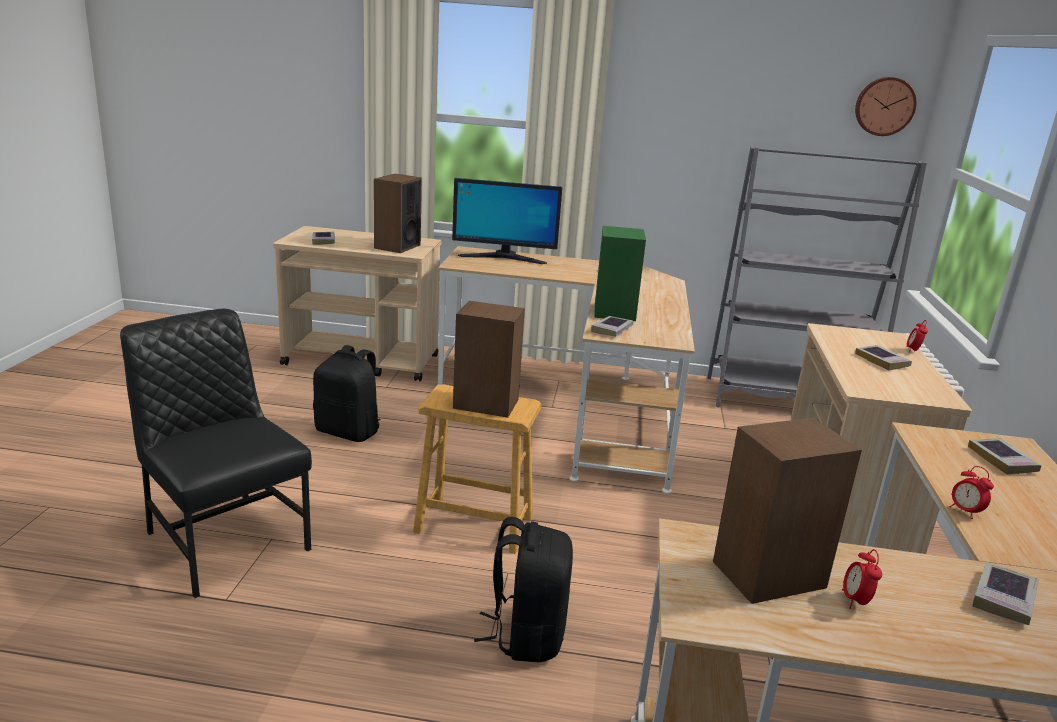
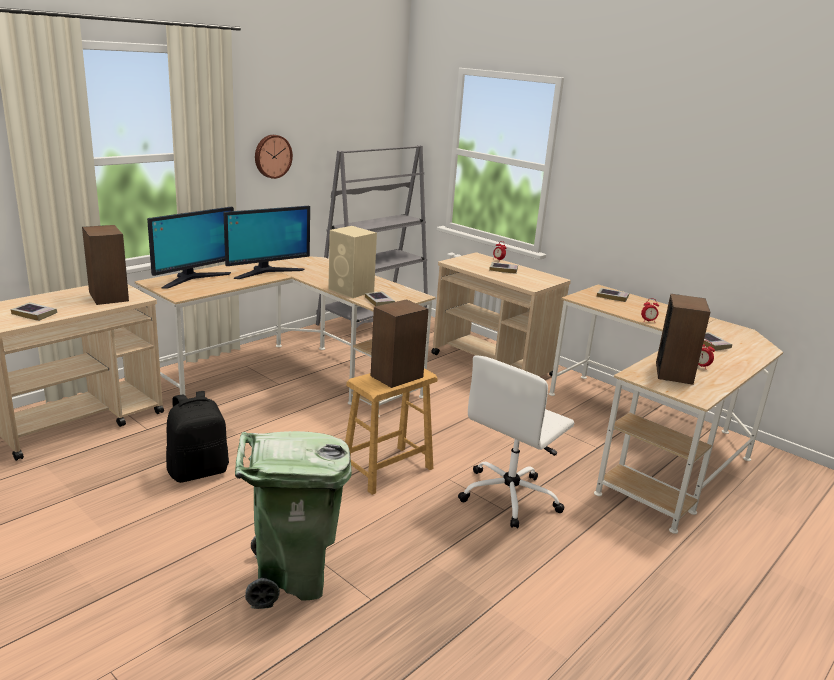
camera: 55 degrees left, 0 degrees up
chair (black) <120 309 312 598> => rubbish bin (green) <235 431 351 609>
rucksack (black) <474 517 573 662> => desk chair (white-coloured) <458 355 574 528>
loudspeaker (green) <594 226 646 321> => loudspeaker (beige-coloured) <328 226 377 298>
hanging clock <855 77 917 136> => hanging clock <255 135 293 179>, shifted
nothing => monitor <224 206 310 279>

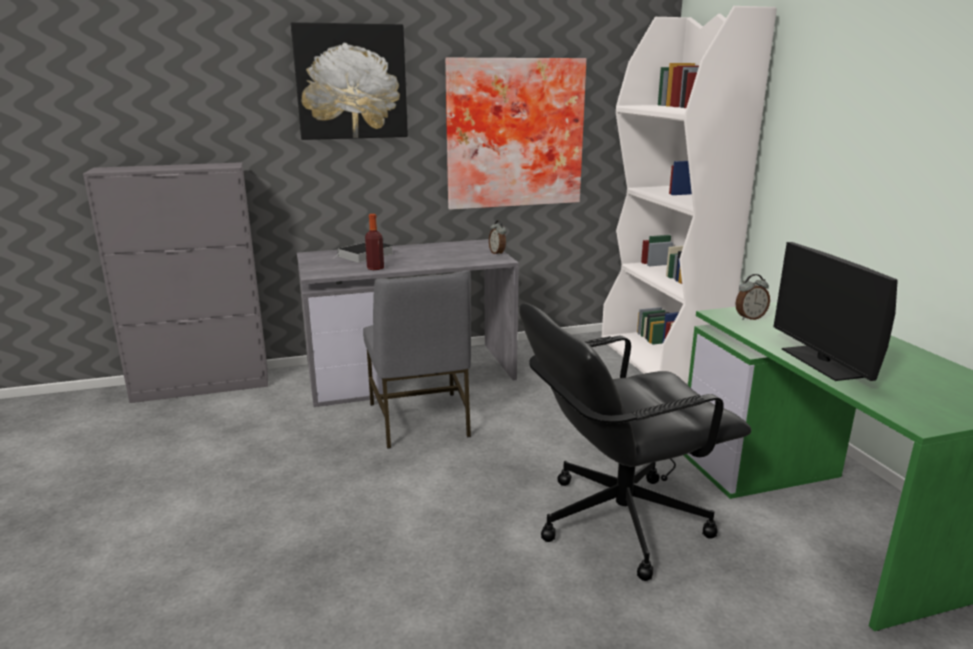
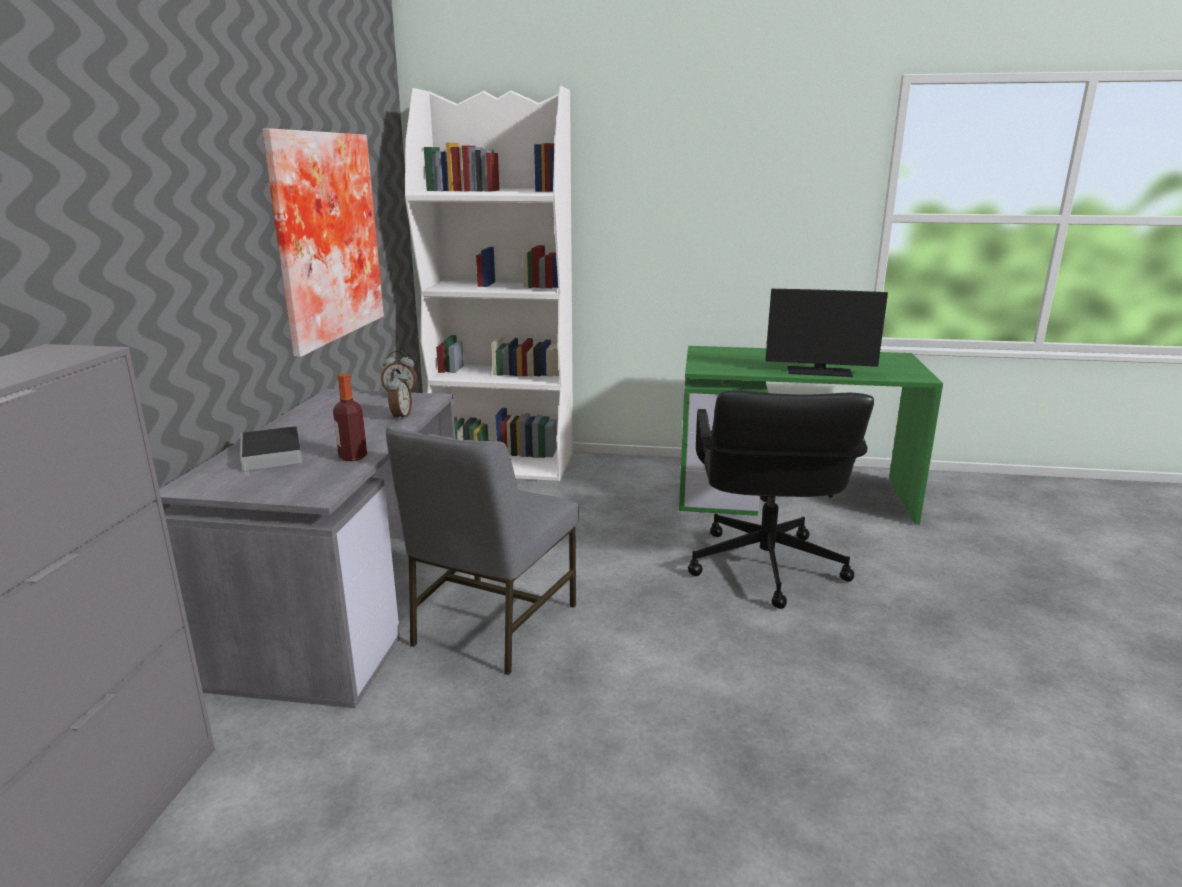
camera: 65 degrees left, 0 degrees up
picture <291 22 408 140> => nothing
chair (greyish) <363 270 471 449> => chair (greyish) <386 426 579 675>, 105 degrees clockwise
table clock <736 274 770 320> => table clock <386 369 412 421>, shifted

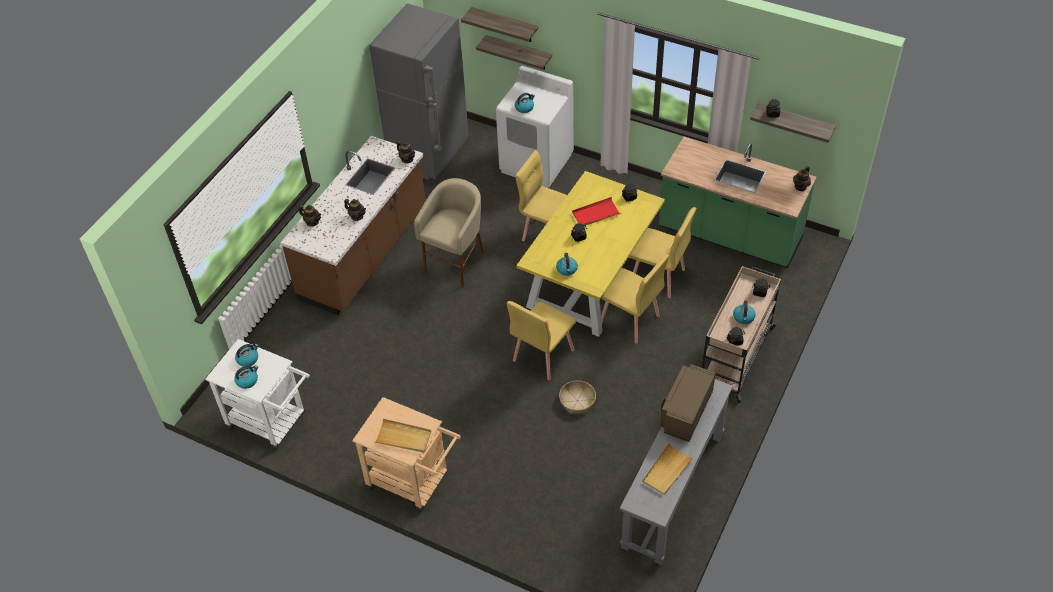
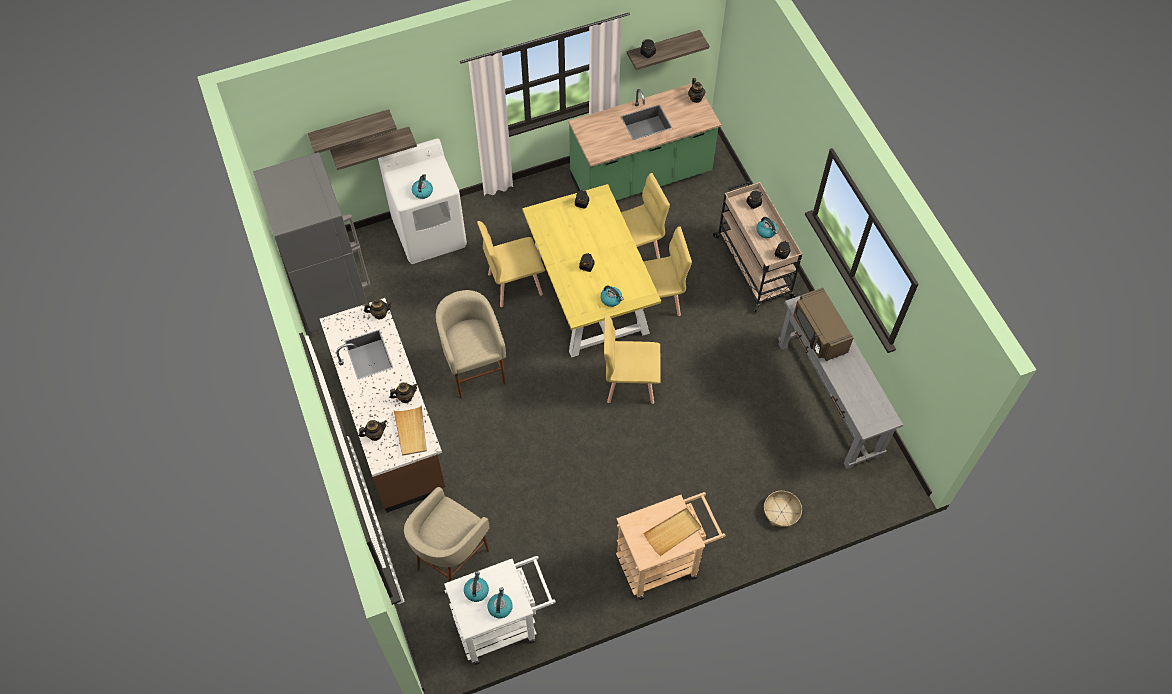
camera: 50 degrees left, 10 degrees up
chair (yellowish) <507 301 577 380> => chair (yellowish) <604 314 661 404>, 105 degrees clockwise
household basket <559 380 596 414> => household basket <764 491 802 527>, shifted
serving tray (red-coloured) <572 197 621 226> => nothing
serving tray (beige-coloured) <642 443 694 495> => serving tray (beige-coloured) <394 405 427 456>, shifted
nothing => stool (beige-coloured) <404 487 490 582>

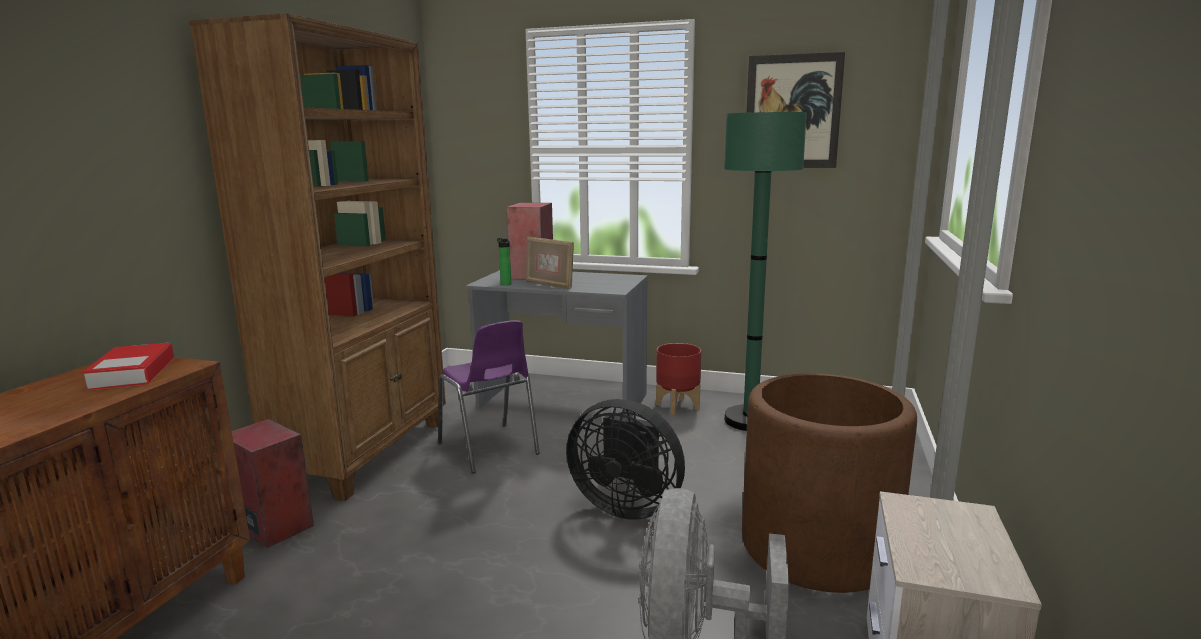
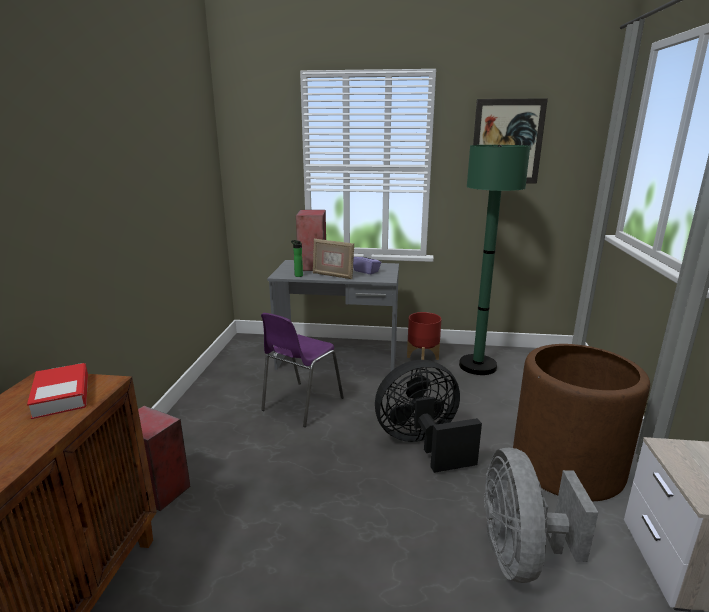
camera: 10 degrees left, 5 degrees up
shelving unit (brown-coloured) <189 13 446 501> => nothing
chair (purplish) <438 320 540 473> => chair (purplish) <261 313 344 427>, 75 degrees clockwise
fan (black) <566 399 685 520> => fan (black) <375 360 482 473>, 150 degrees clockwise
nothing => tissue box (purplish) <353 250 382 274>

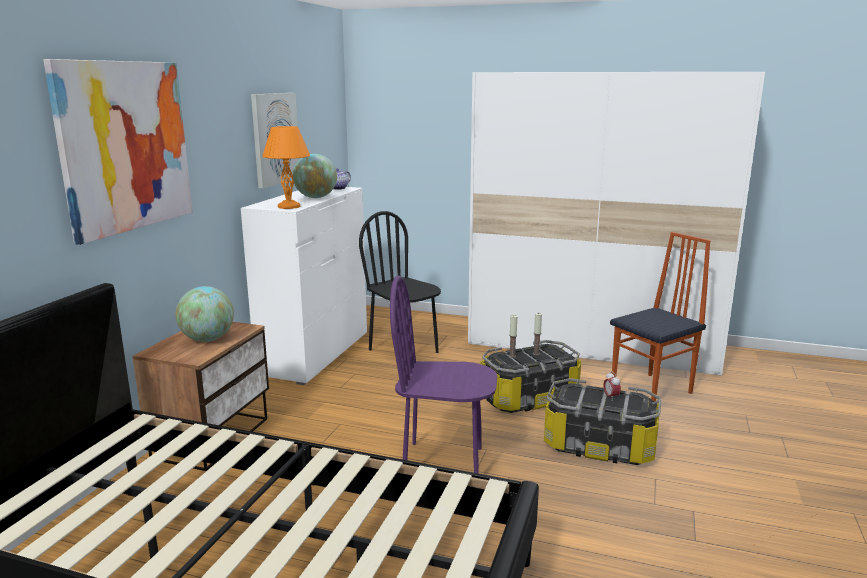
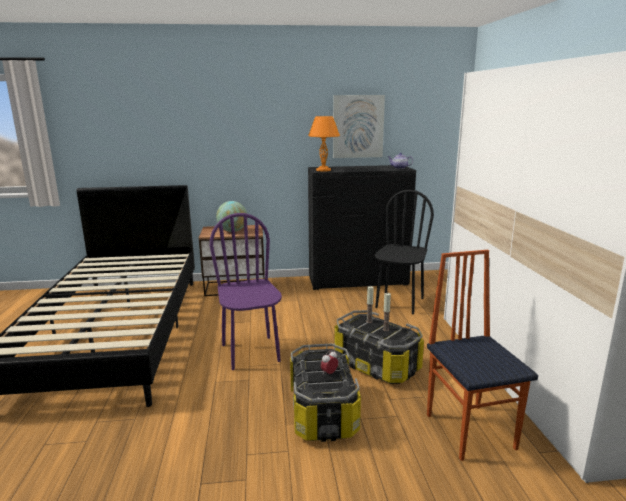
camera: 65 degrees right, 0 degrees up
picture <43 59 193 245> => nothing
drawer chest (white-coloured) <241 187 367 385> => drawer chest (black) <308 165 416 290>
desk globe <293 154 337 198> => nothing
chair <610 232 710 402> => chair <427 250 538 461>, 135 degrees counterclockwise

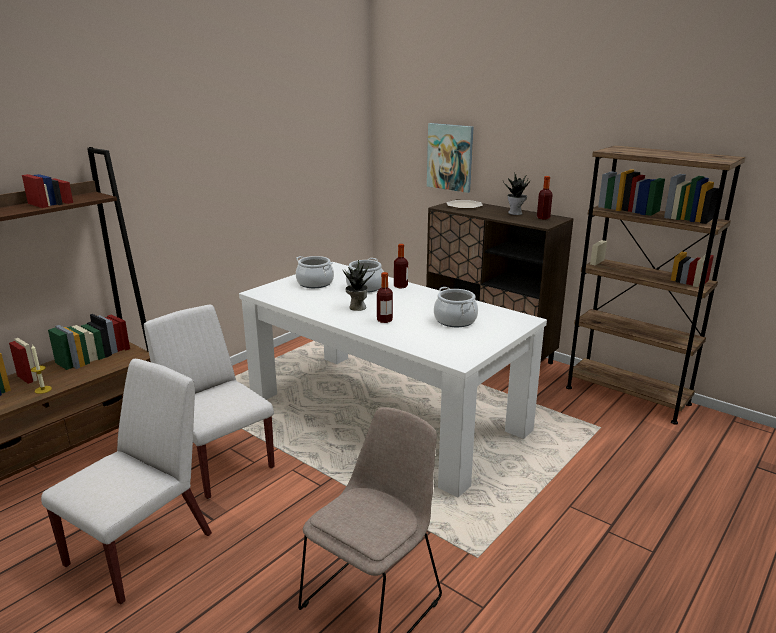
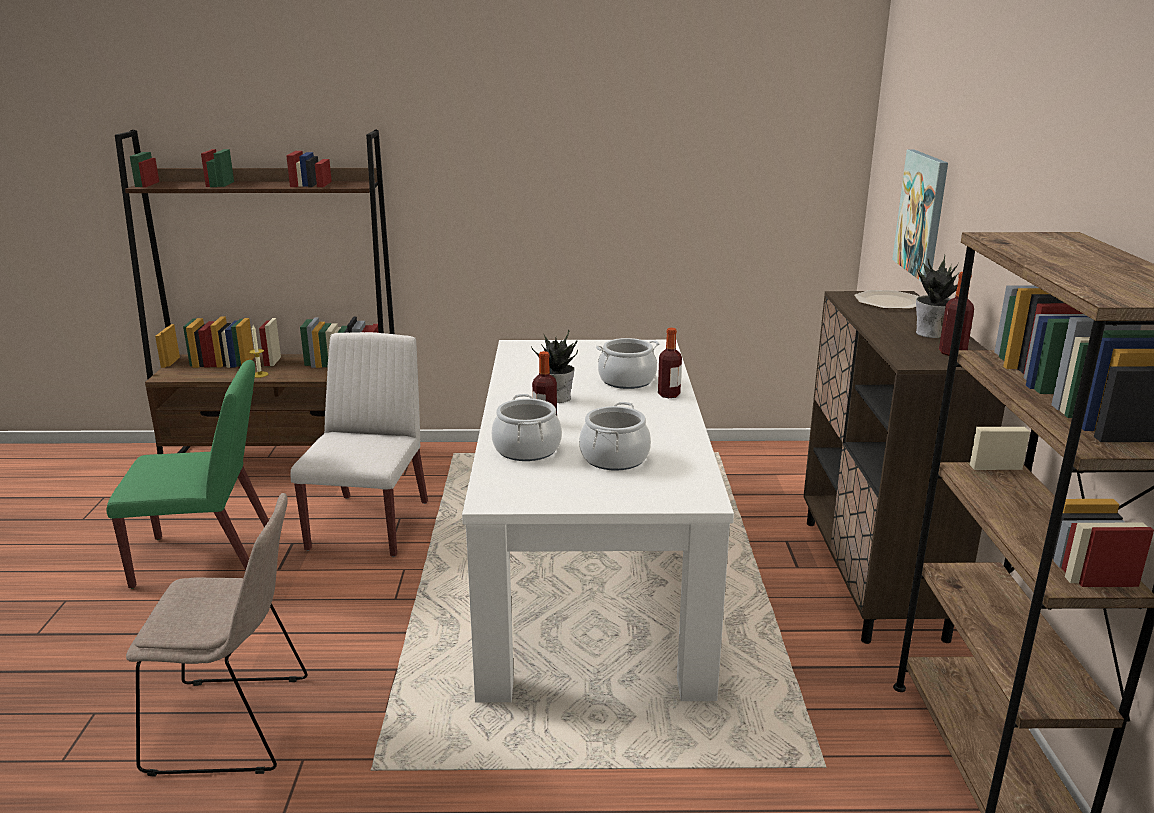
camera: 50 degrees right, 0 degrees up
chair (white-coloured) <41 359 212 605> => chair (green) <106 360 269 589>
saucepot <296 256 334 288> => saucepot <491 394 562 461>, shifted

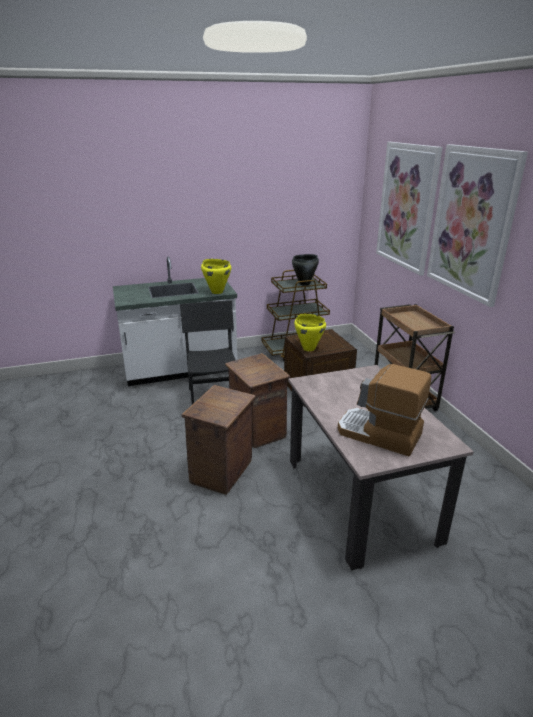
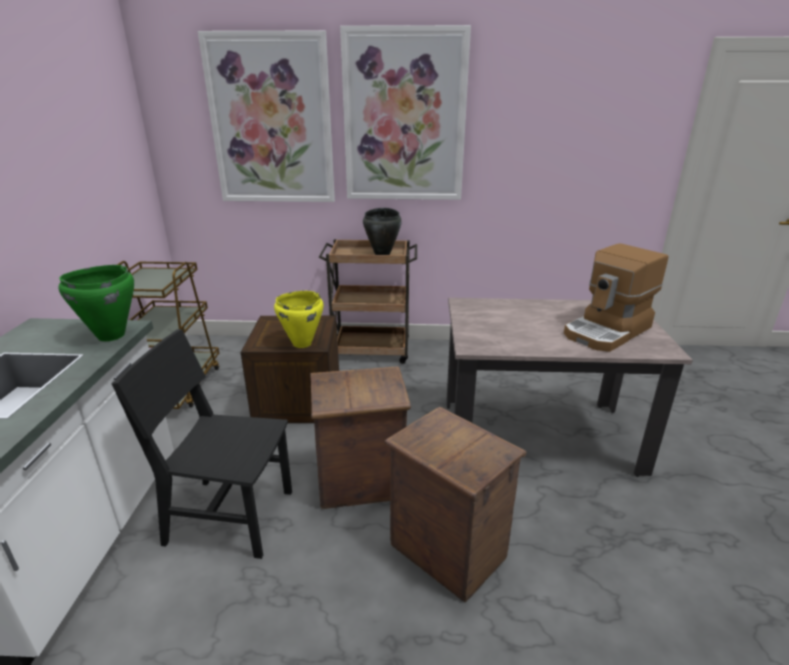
camera: 70 degrees left, 0 degrees up
saucepot (yellowish) <201 259 231 294> => saucepot (green) <58 265 134 341>
saucepot (black) <292 254 319 285> => saucepot (black) <363 208 402 255>, shifted

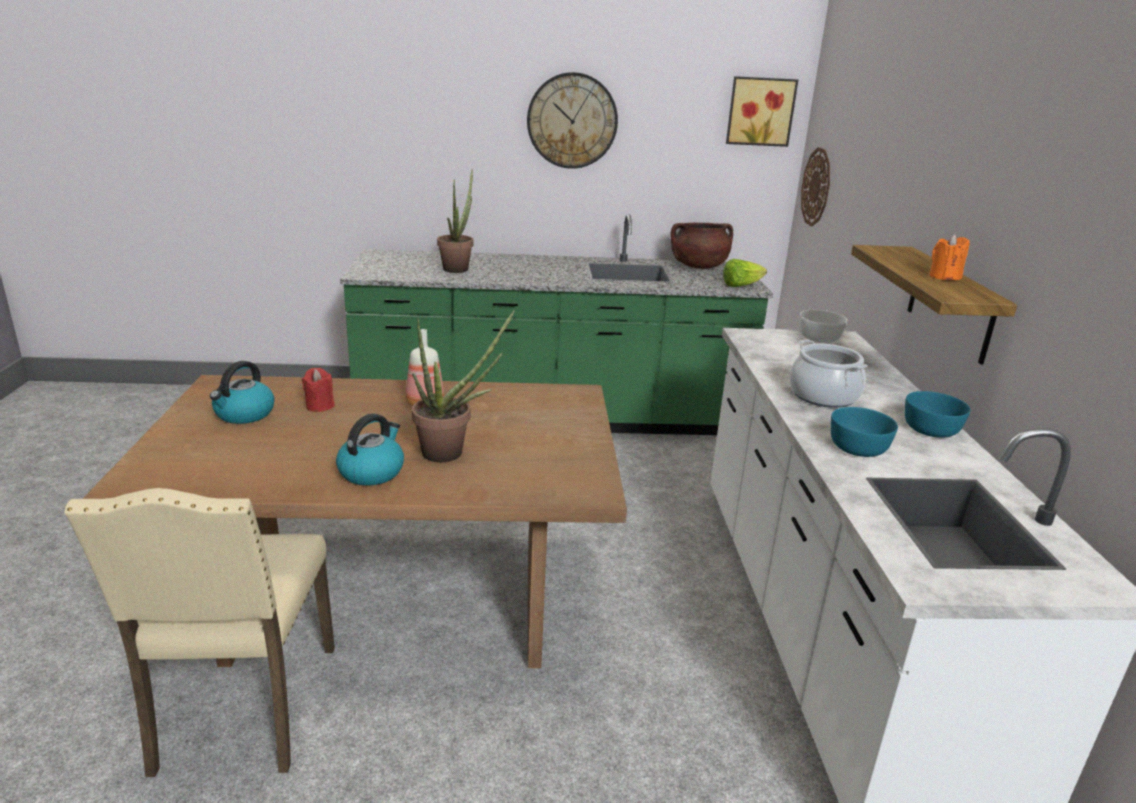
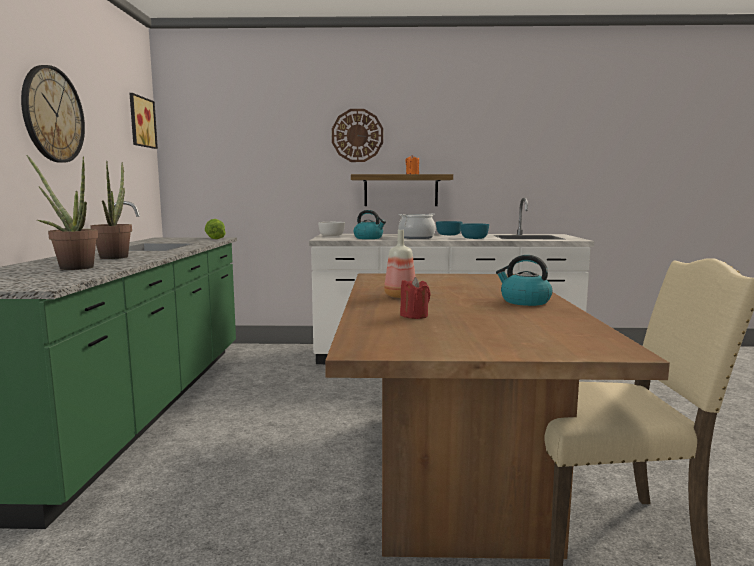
camera: 85 degrees left, 15 degrees down
kettle <210 361 275 424> => kettle <354 210 386 239>, shifted
potted plant <412 311 514 462> => potted plant <90 161 132 259>, shifted
saucepot (brown-coloured) <670 222 733 269> => nothing
hanging clock <801 147 830 227> => hanging clock <332 109 383 162>, shifted

